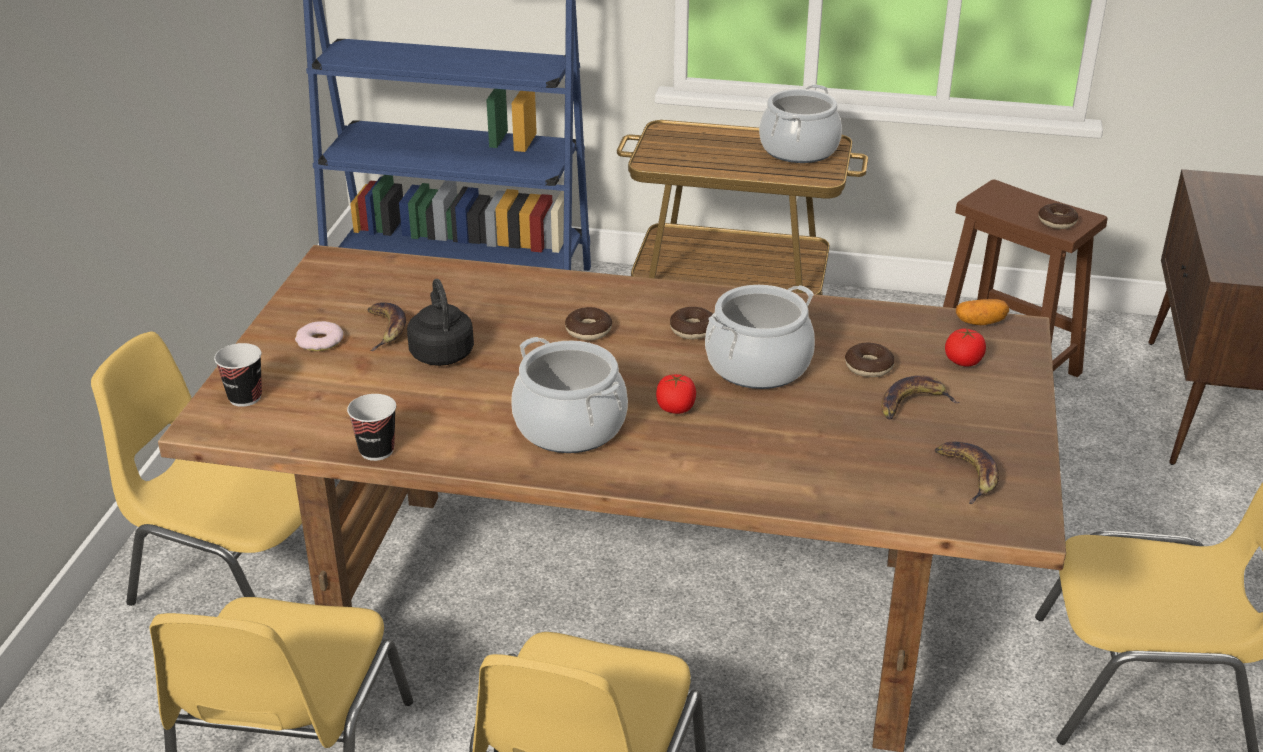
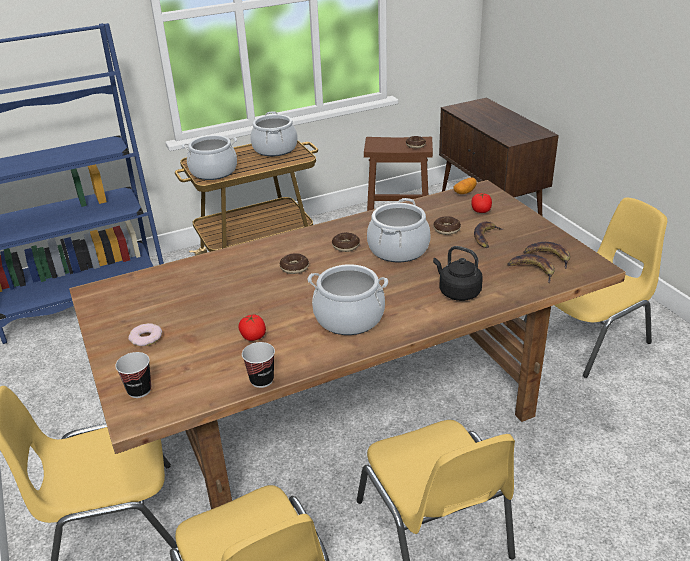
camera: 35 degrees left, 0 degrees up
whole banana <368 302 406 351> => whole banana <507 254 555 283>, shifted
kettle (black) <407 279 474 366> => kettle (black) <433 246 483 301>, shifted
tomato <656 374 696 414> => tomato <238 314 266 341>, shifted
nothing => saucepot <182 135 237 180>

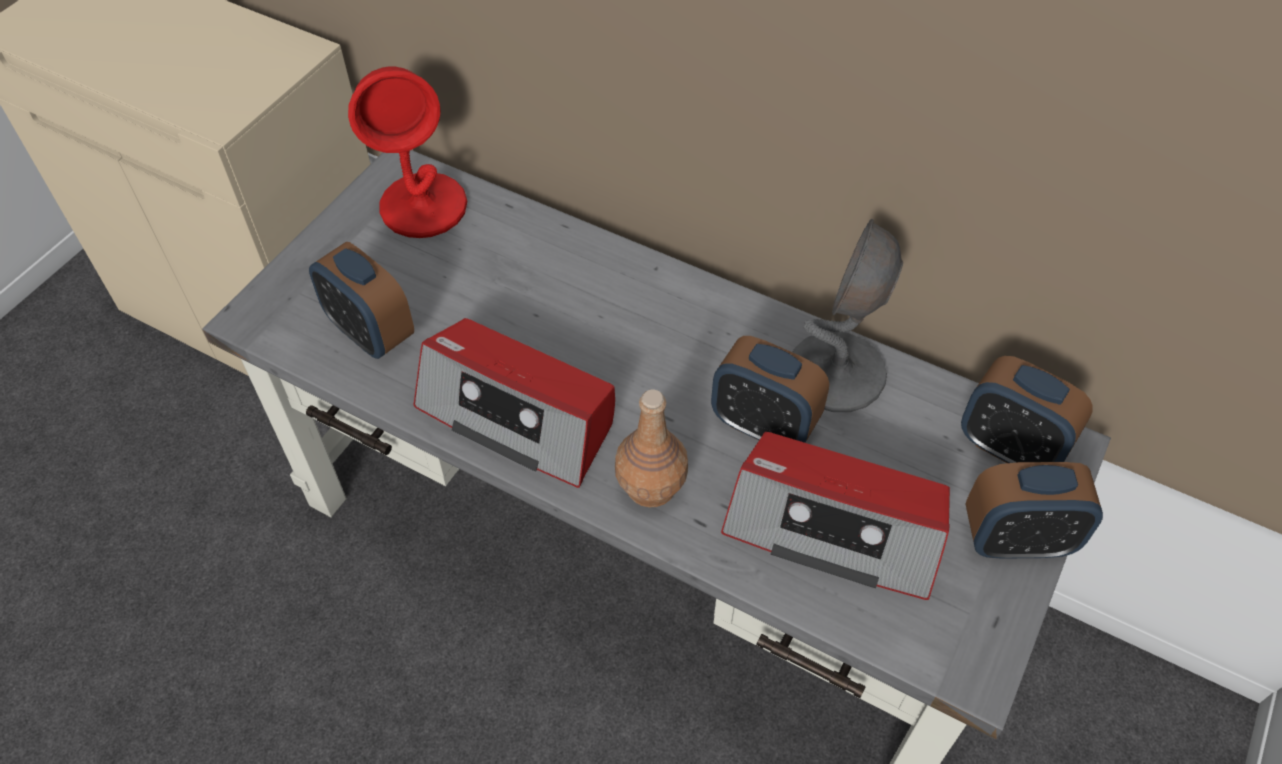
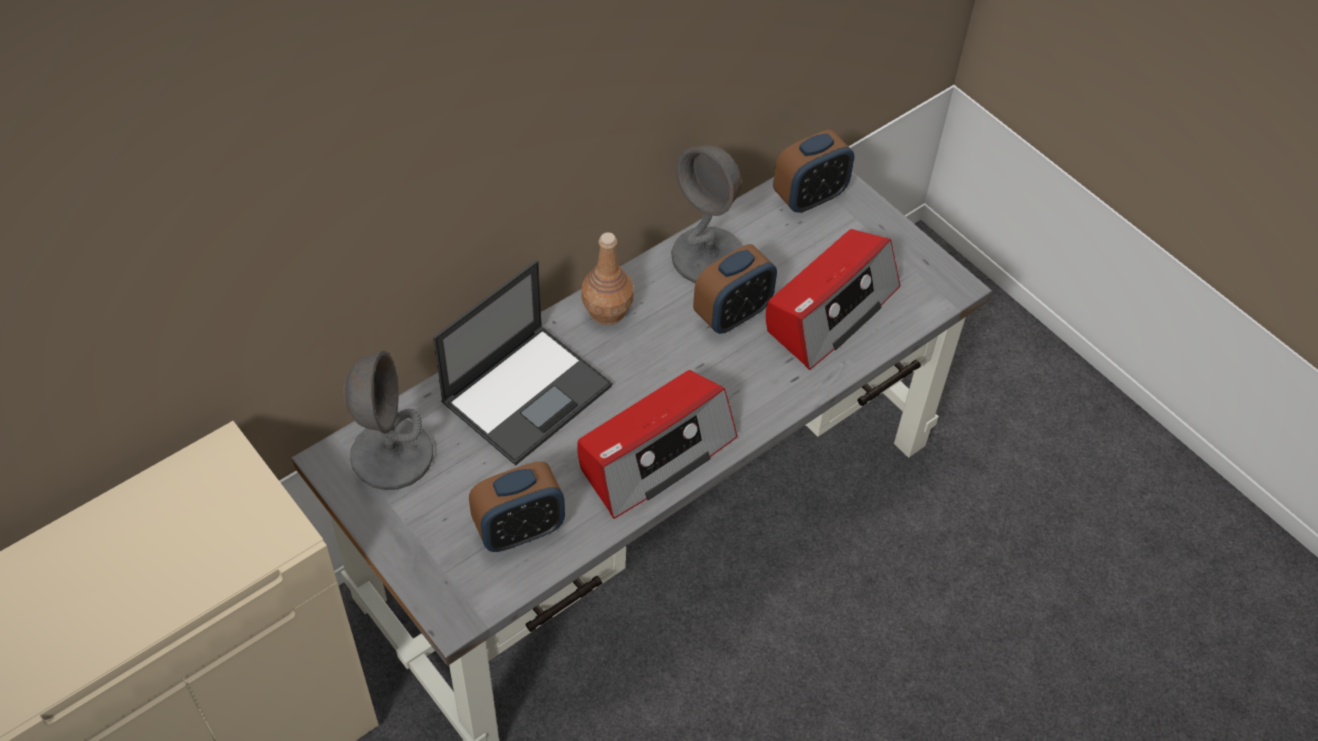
camera: 70 degrees left, 0 degrees up
lamp for a table (red-coloured) <348 66 467 238> => lamp for a table (greyish) <344 350 433 490>
beverage bottle (brown-coloured) <615 390 688 507> => beverage bottle (brown-coloured) <581 232 634 325>, shifted
table clock <966 462 1103 559> => nothing
nothing => notebook computer <433 260 613 466>

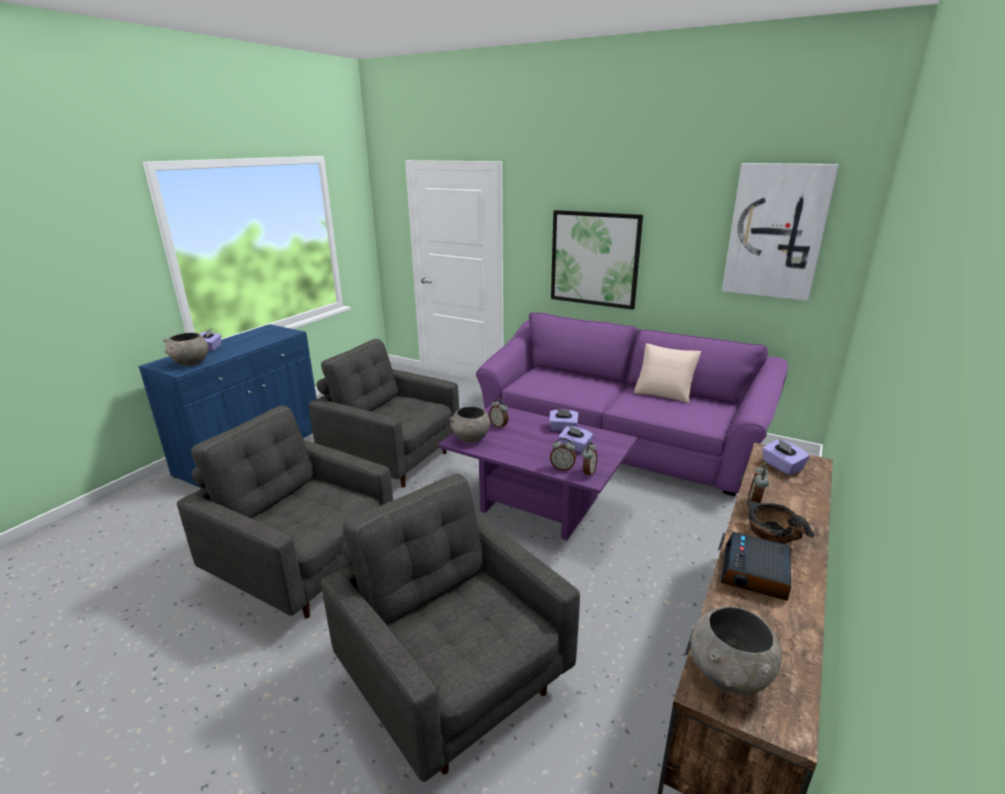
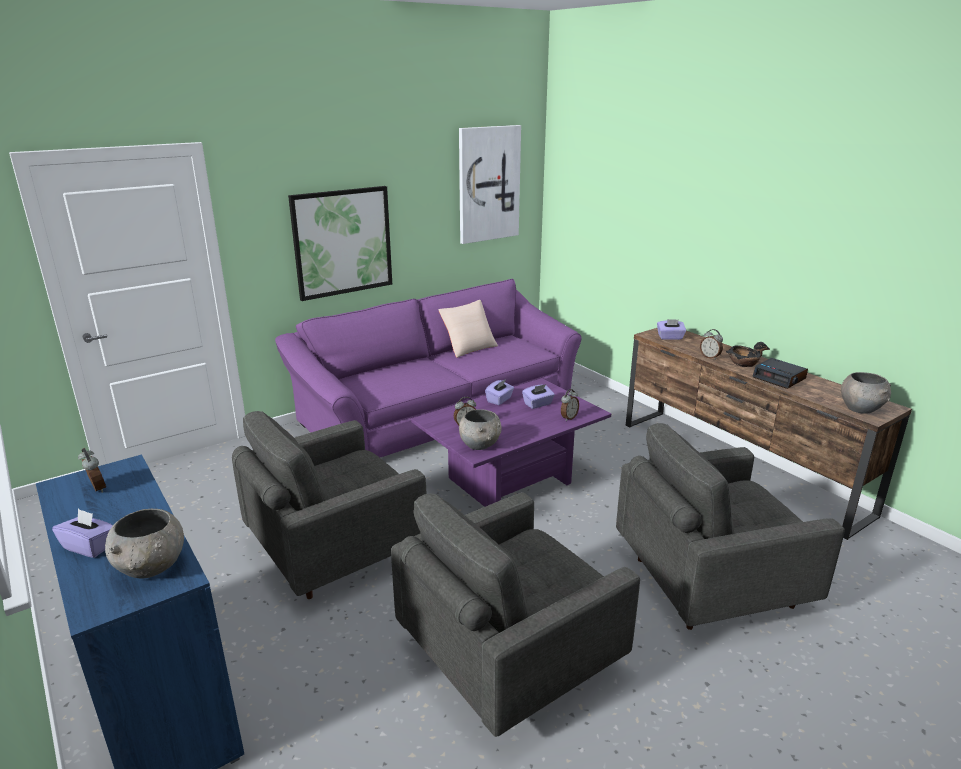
camera: 65 degrees left, 0 degrees up
table clock <582 442 597 478> => table clock <78 448 106 493>, shifted

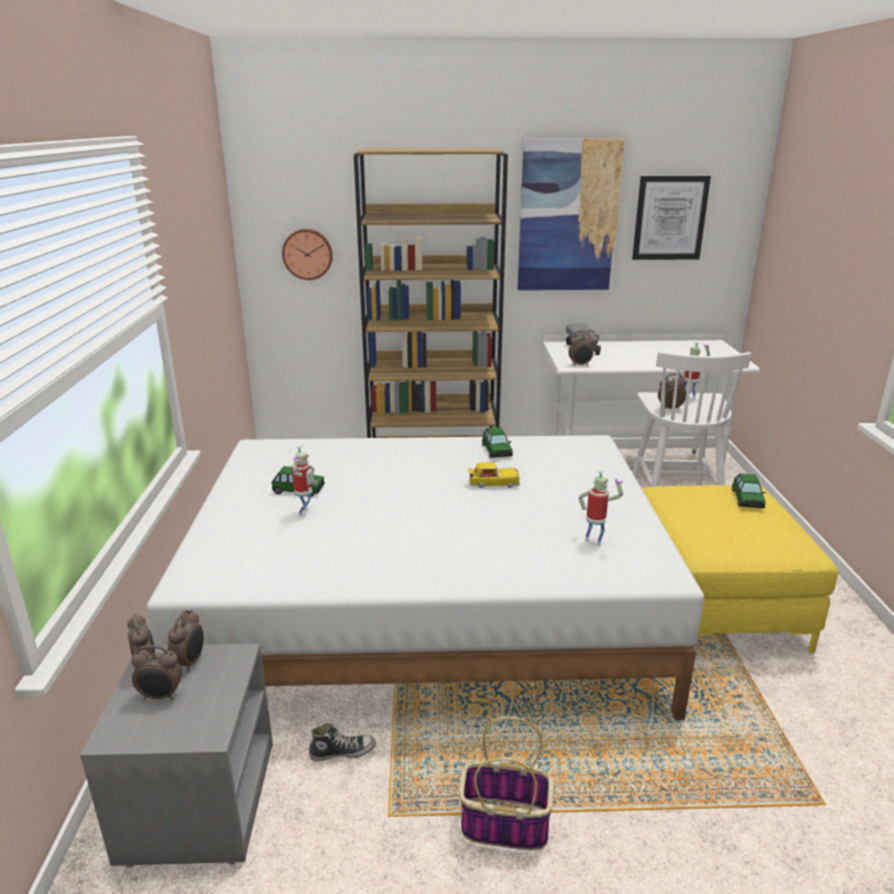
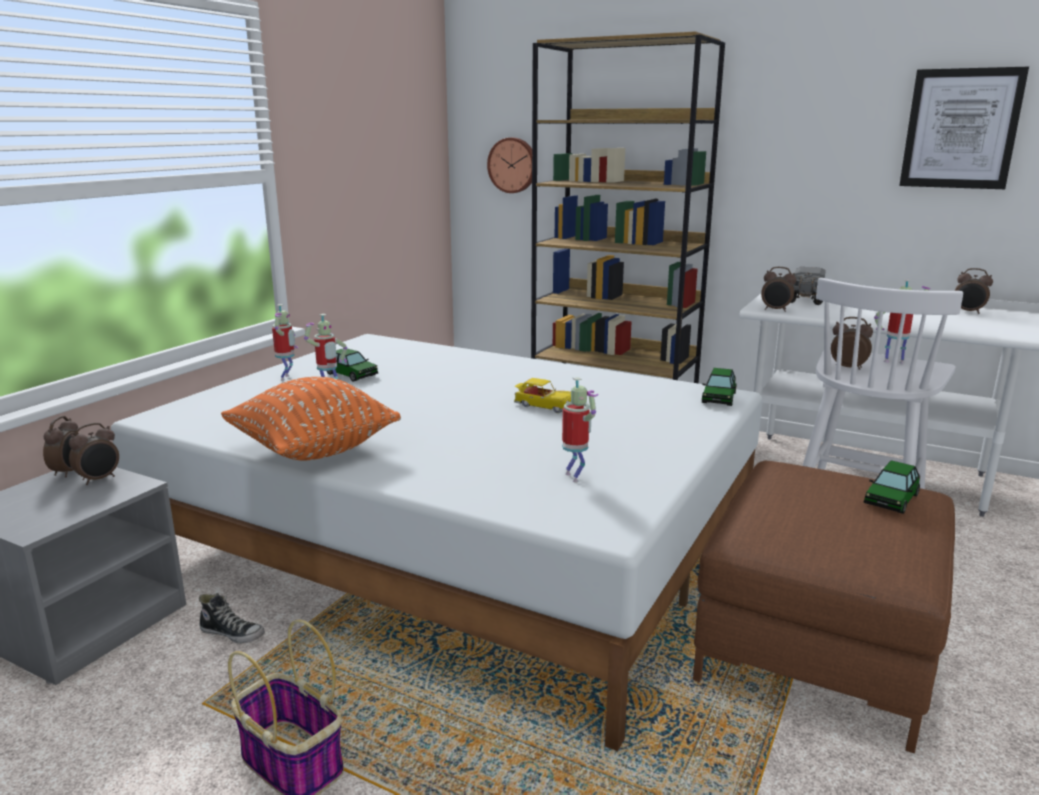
camera: 30 degrees right, 5 degrees down
table clock <131 645 182 700> => table clock <955 268 993 314>, shifted
miniature car <482 427 513 458> => miniature car <702 368 737 406>, shifted
picture <518 138 625 290> => nothing
ottoman (yellowish) <642 485 838 653> => ottoman (brown-coloured) <693 461 955 753>
nothing => cushion (orange-coloured) <221 377 401 460>
nothing => robot figure <272 304 298 381>

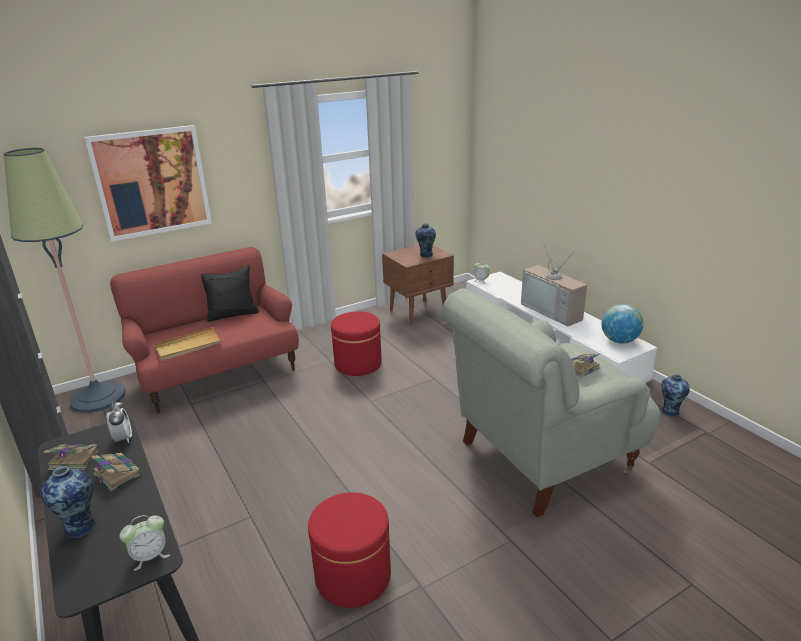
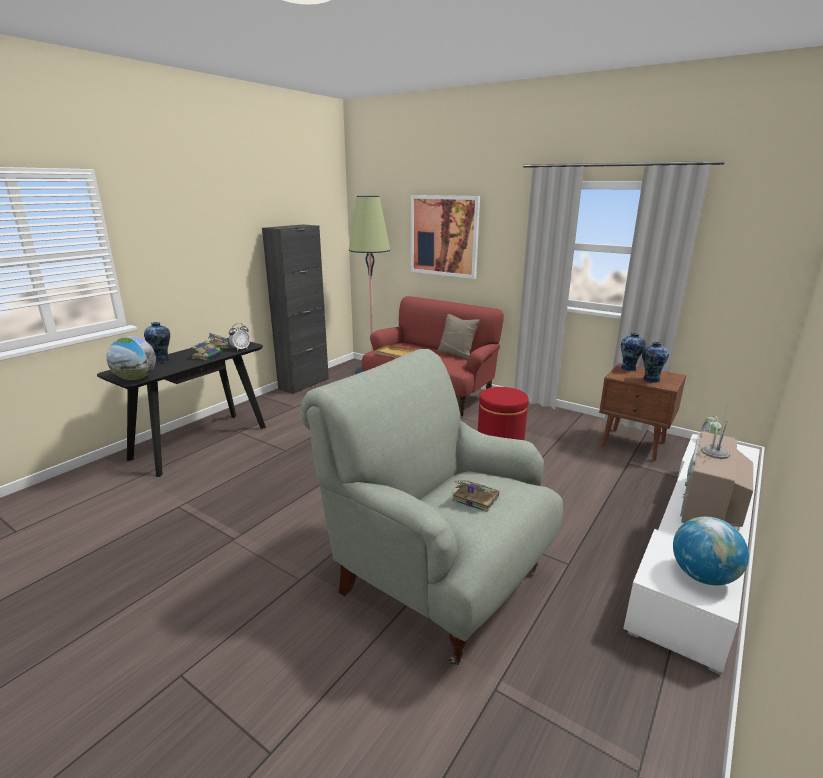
camera: 65 degrees right, 5 degrees down
table clock <119 515 170 571> => desk globe <106 337 156 380>
cushion (black) <201 265 259 322> => cushion (beige-coloured) <437 314 480 360>
ottoman (red-coloured) <308 492 391 608> => nothing
decorative vase <661 374 690 417> => decorative vase <621 333 646 371>, shifted

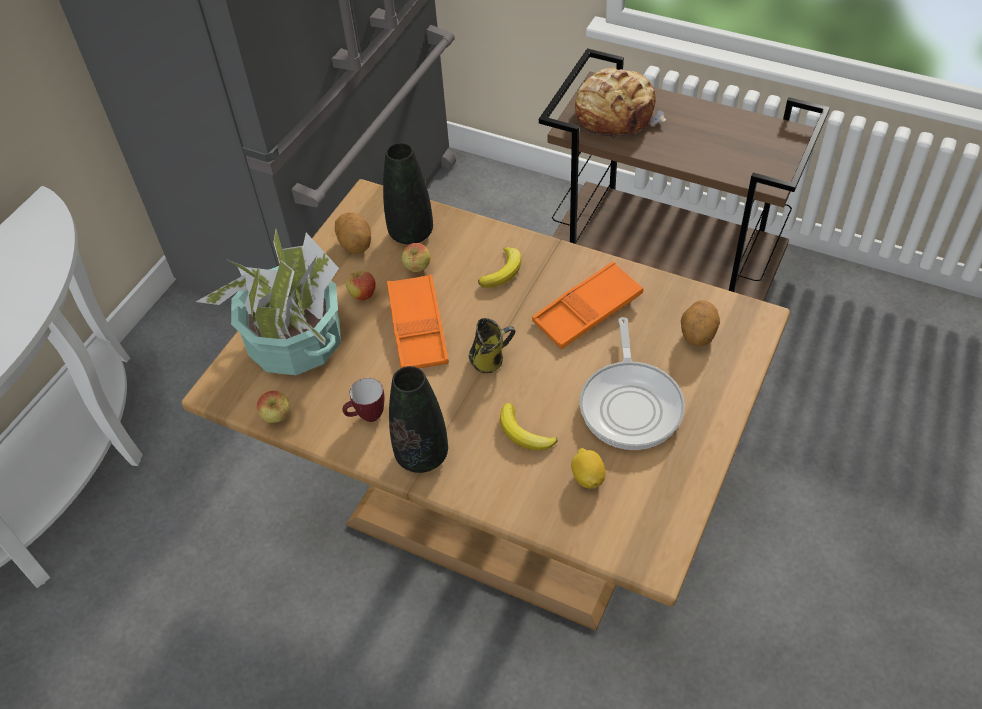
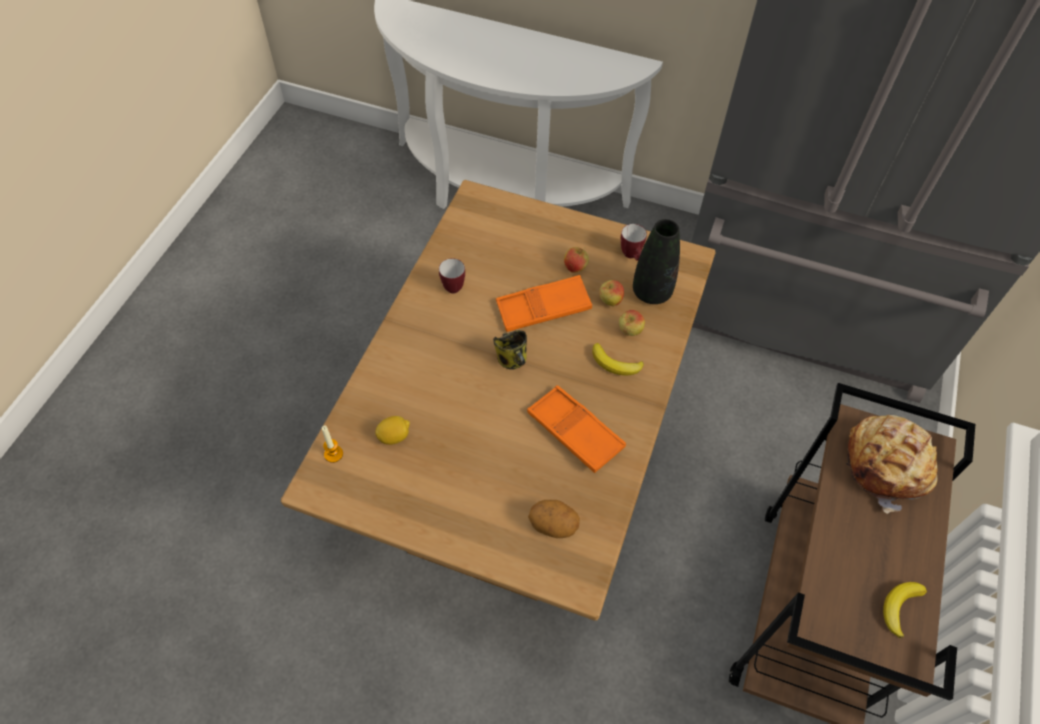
camera: 80 degrees right, 5 degrees up
potted plant <196 229 341 375> => nothing
whole apple <257 391 290 423> => whole apple <619 310 645 336>, shifted
potato <335 213 371 254> => mug <621 224 647 261>
decorative vase (black) <389 366 448 473> => nothing
whole banana <500 403 558 451> => whole banana <883 582 927 638>, shifted
frying pan <580 317 685 450> => nothing
nothing => candle <322 425 343 463>

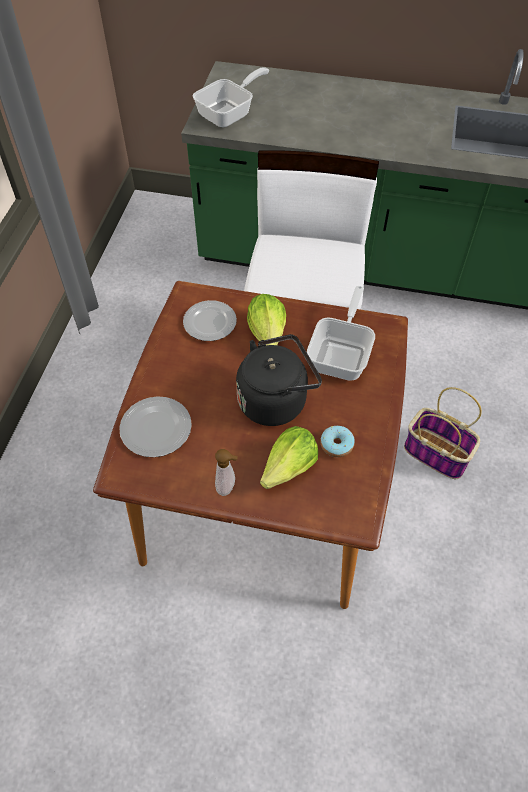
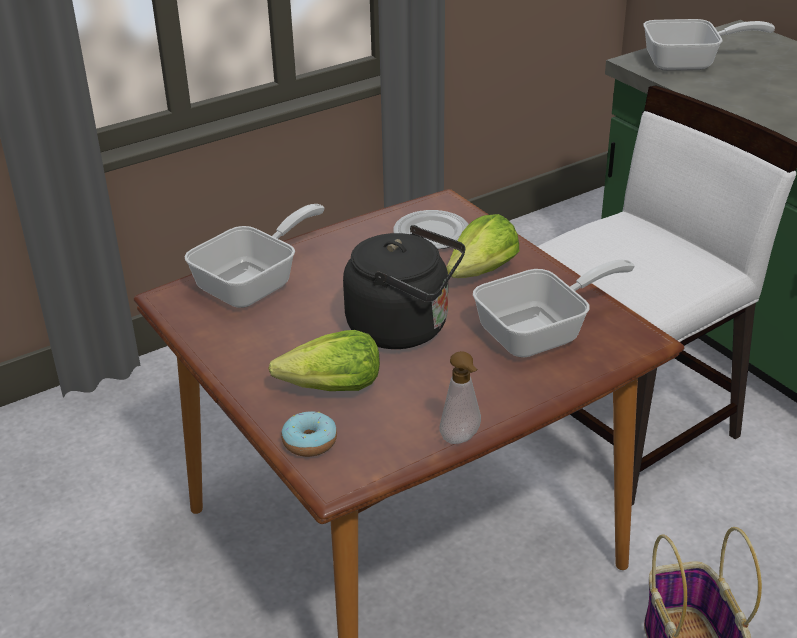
camera: 45 degrees right, 20 degrees down
dinner plate <119 396 192 457> => frying pan <184 204 324 308>
soap bottle <215 449 238 496> => soap bottle <439 351 481 444>, shifted
donut <320 426 355 457> => donut <281 411 337 457>, shifted

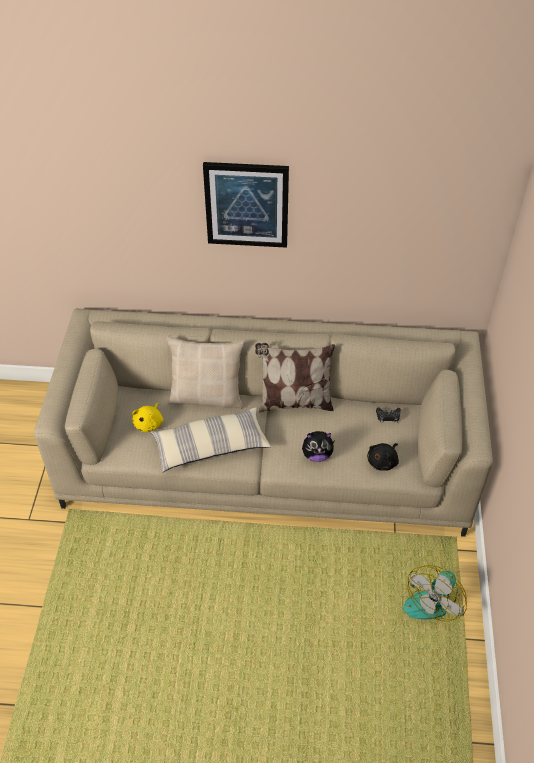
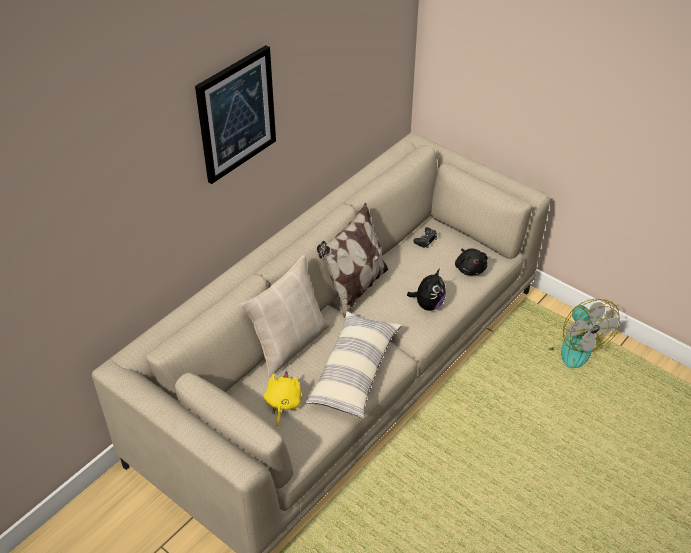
camera: 55 degrees left, 5 degrees down
plush toy (yellowish) <132 403 163 432> => plush toy (yellowish) <264 371 301 426>, 135 degrees counterclockwise

